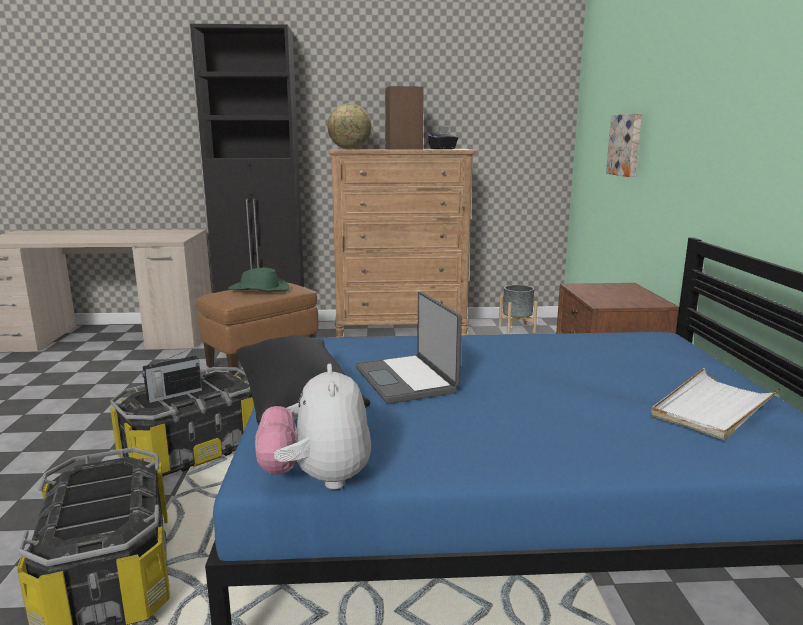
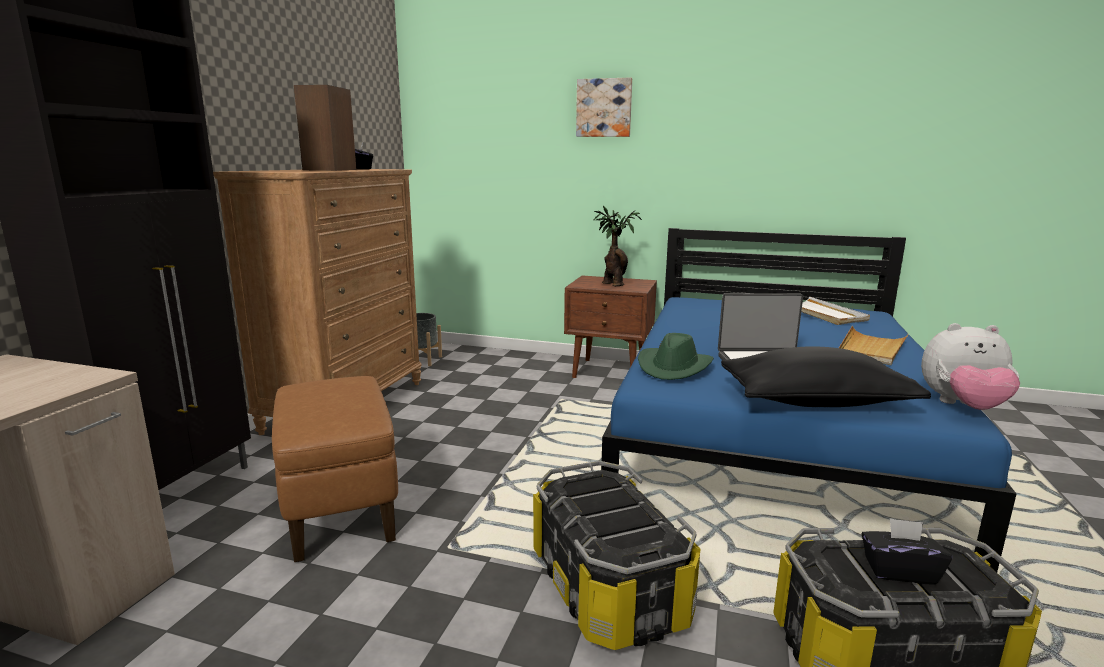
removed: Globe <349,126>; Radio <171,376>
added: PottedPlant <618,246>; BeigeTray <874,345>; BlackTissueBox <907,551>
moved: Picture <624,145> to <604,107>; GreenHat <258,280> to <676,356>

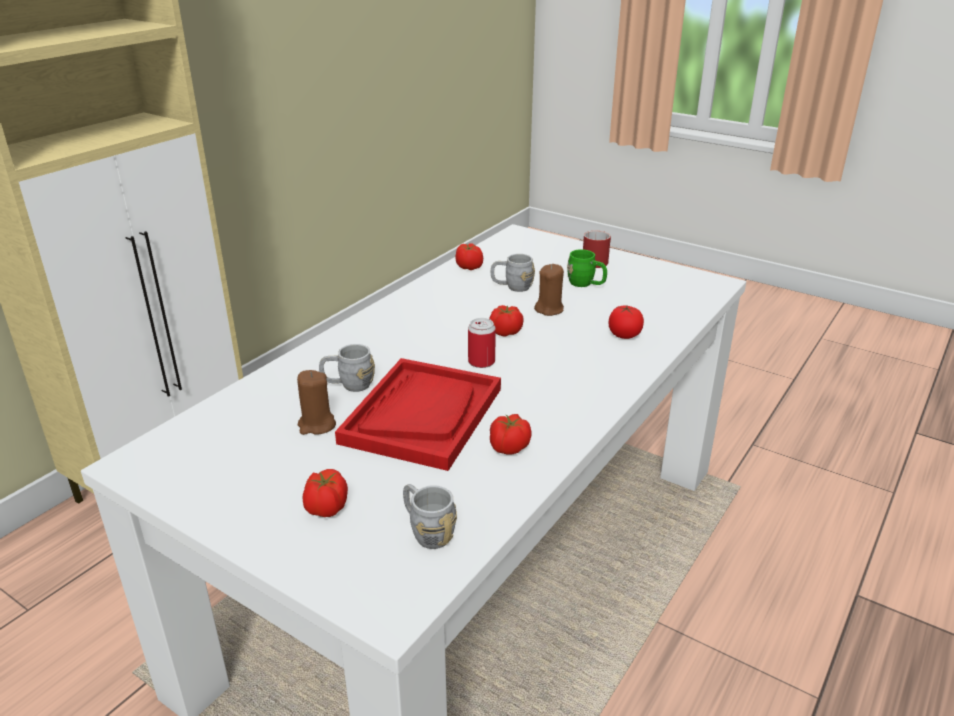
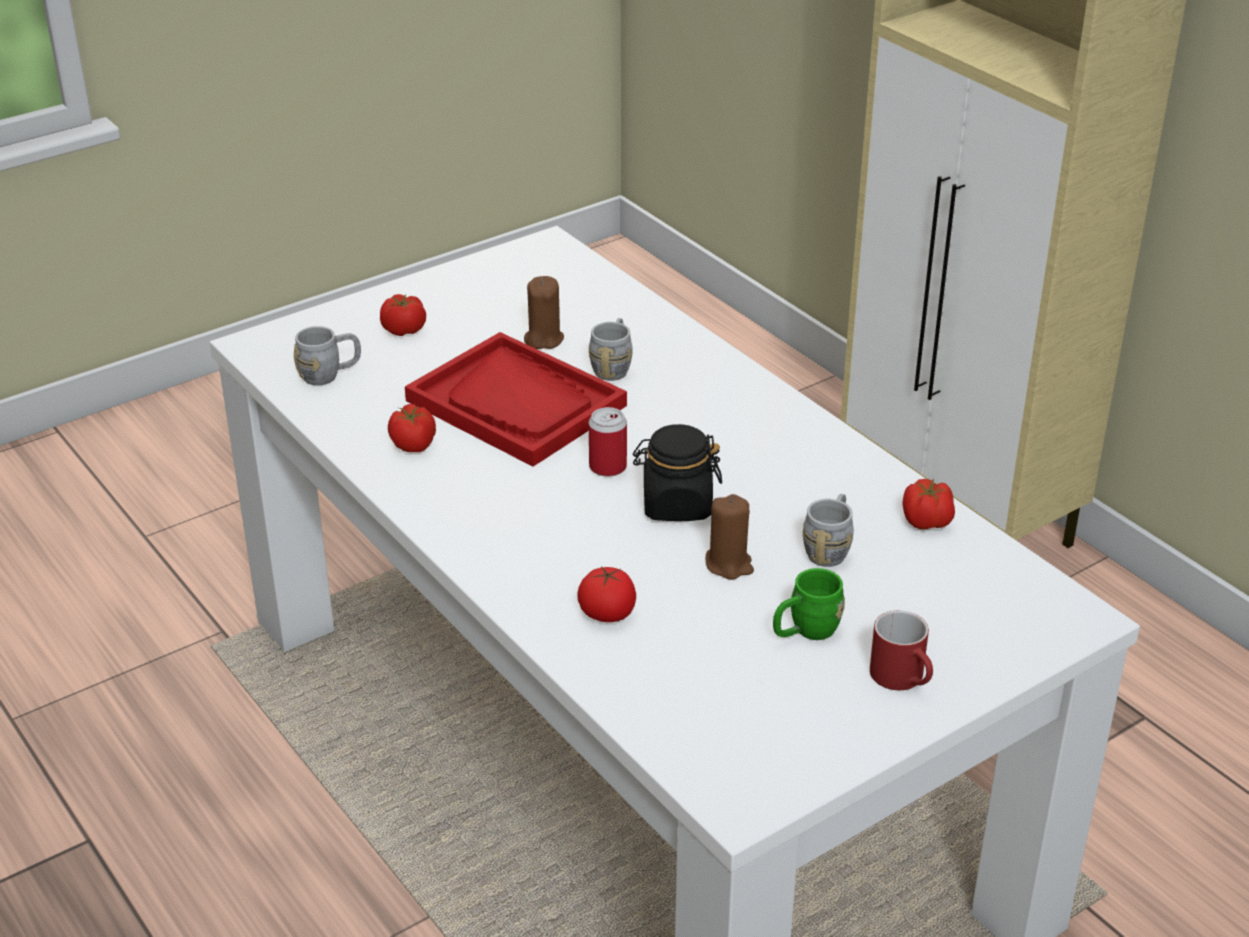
replaced: Tomato <506,321> to BlackJar <677,472>

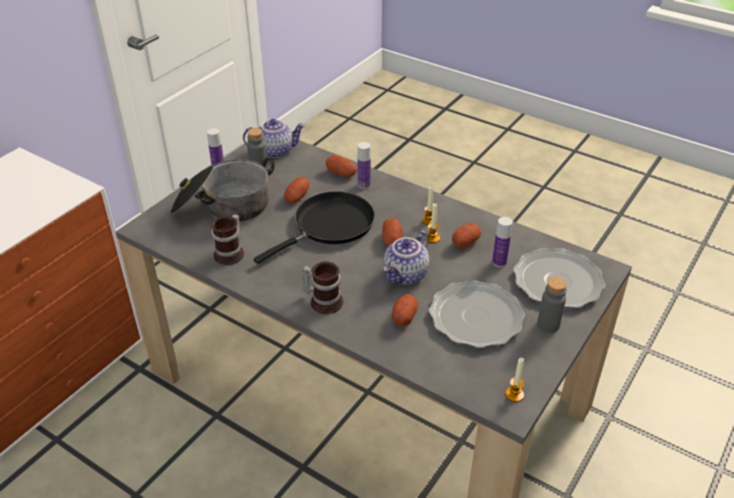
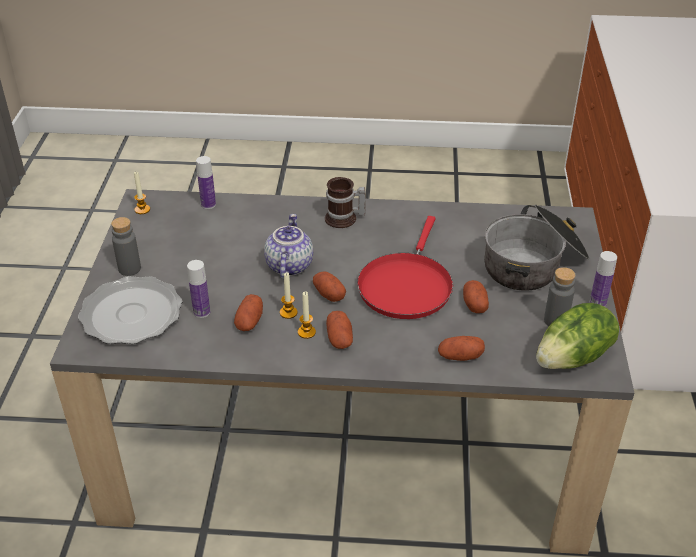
removed: Mug <227,239>; Plate <477,314>
moved: Bottle <364,165> to <206,182>; Potato <405,310> to <339,330>
replaced: Teapot <274,138> to Lettuce <577,336>
recoloured: BlackFryingPan <314,227> to RedFryingPan <405,267>

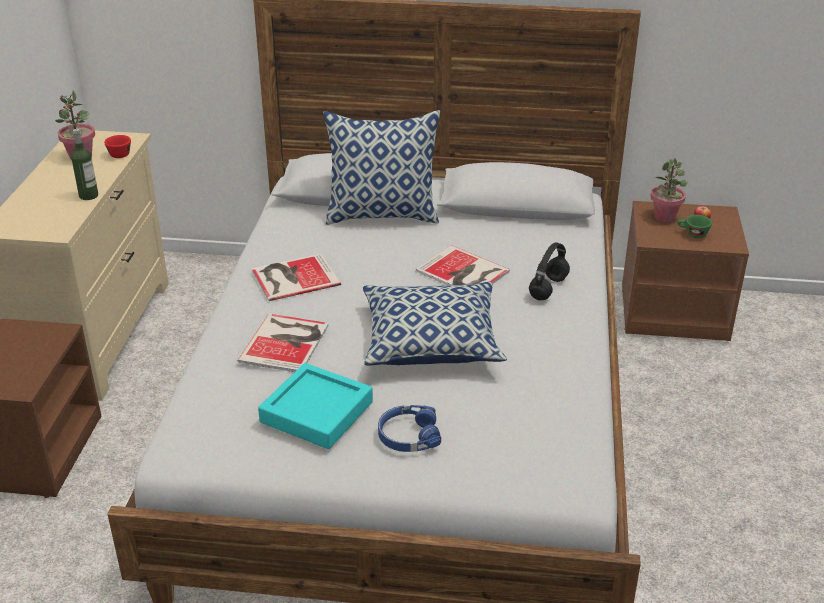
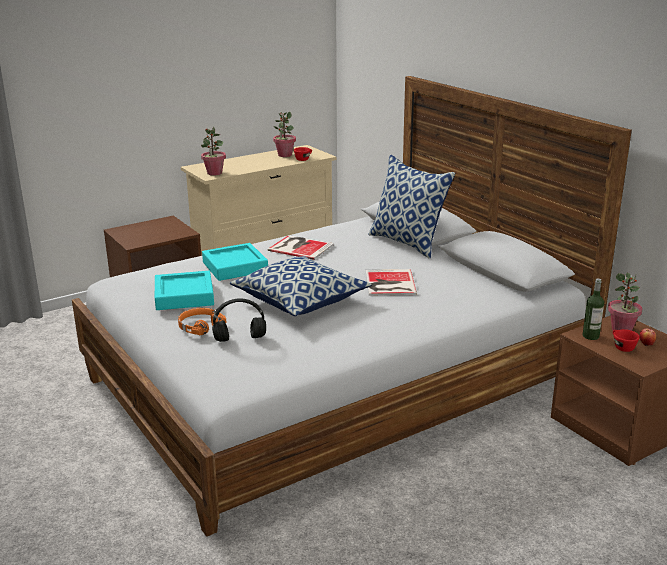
added: PottedPlant <213,151>
moved: Bottle <84,164> to <593,309>; BlackHeadphones <549,271> to <239,320>
replaced: Book <283,343> to TurquoiseTray <235,262>
recoloured: GreenCup <694,226> to RedCup <626,340>; BlueHeadphones <409,428> to OrangeHeadphones <202,321>

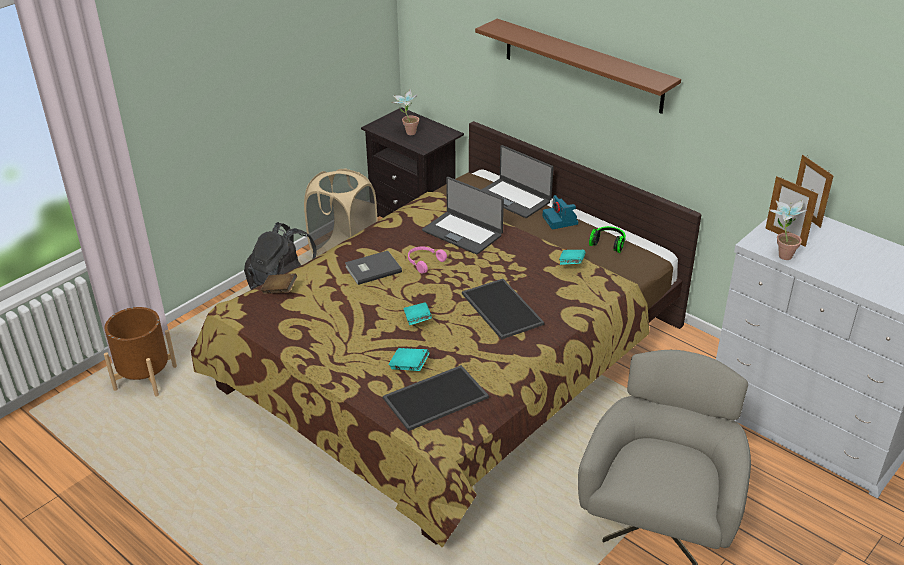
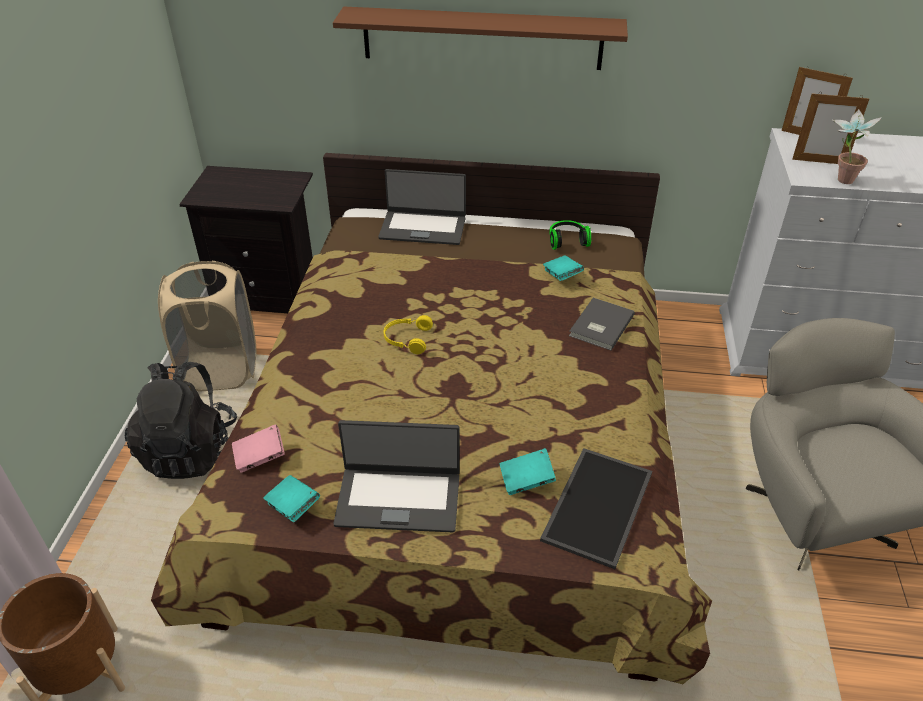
removed: PottedPlant <405,112>; PhotoCamera <560,212>; Tray <503,309>
moved: Laptop <463,216> to <396,476>; GreyBook <373,268> to <602,324>; TurquoiseBook <418,314> to <291,498>
recoloured: PinkHeadphones <427,260> to YellowHeadphones <408,334>; BrownBook <279,283> to PinkBook <258,448>

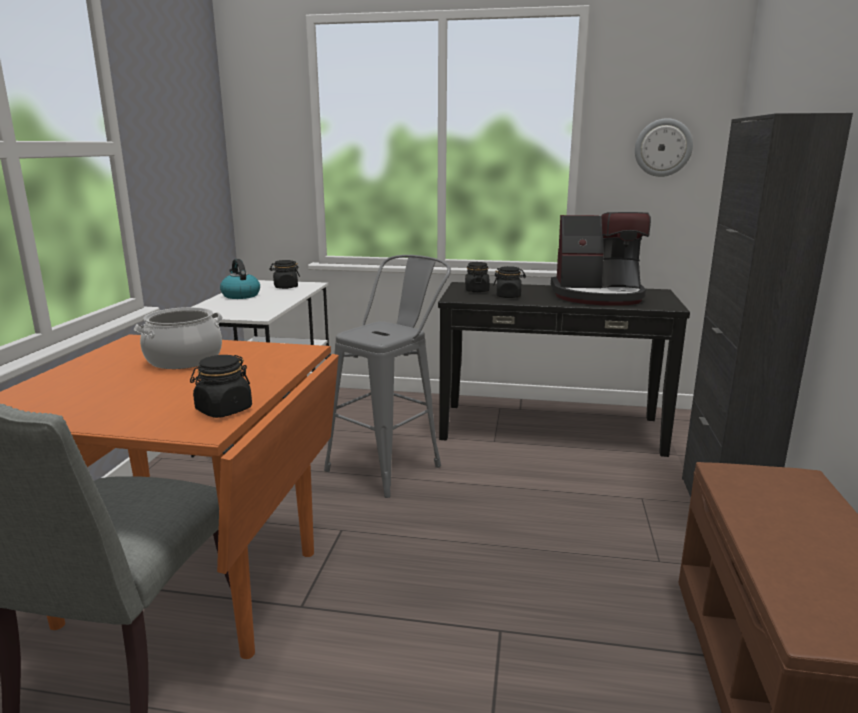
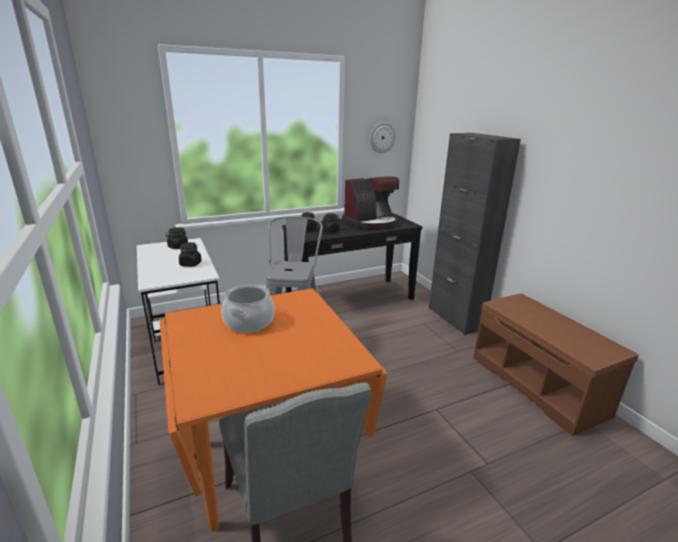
removed: Kettle <240,279>
moved: BlackJar <221,386> to <190,254>

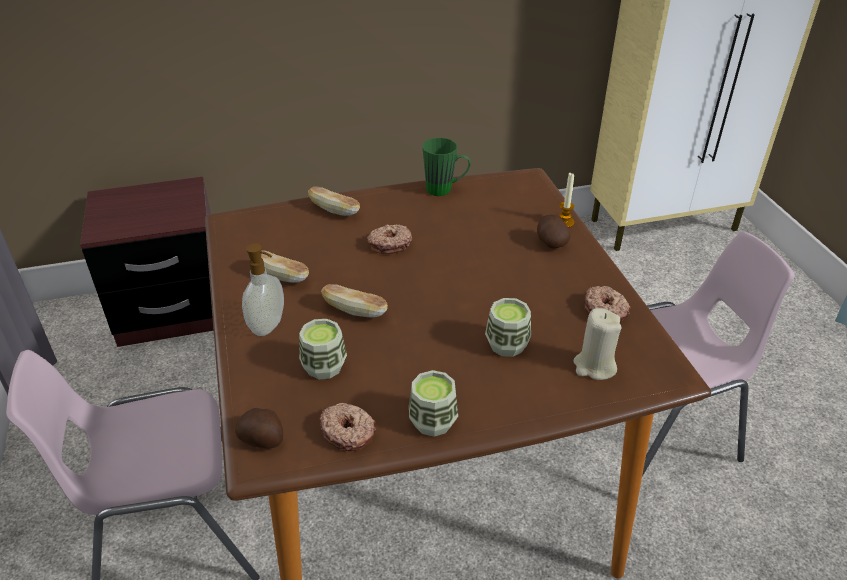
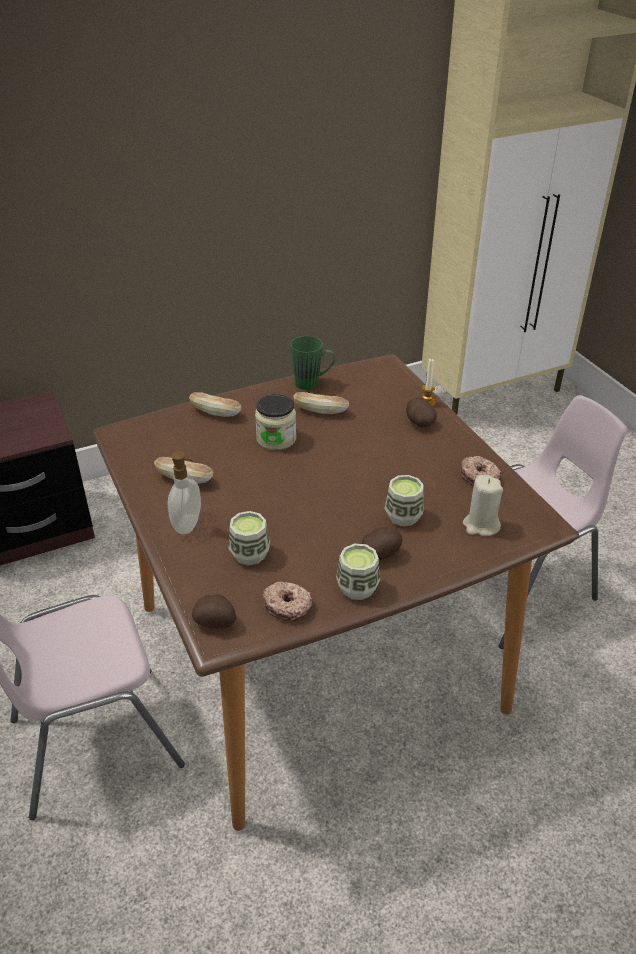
added: Potato <382,543>
moved: Bread <354,301> to <321,403>
replaced: Donut <389,239> to Jar <275,422>

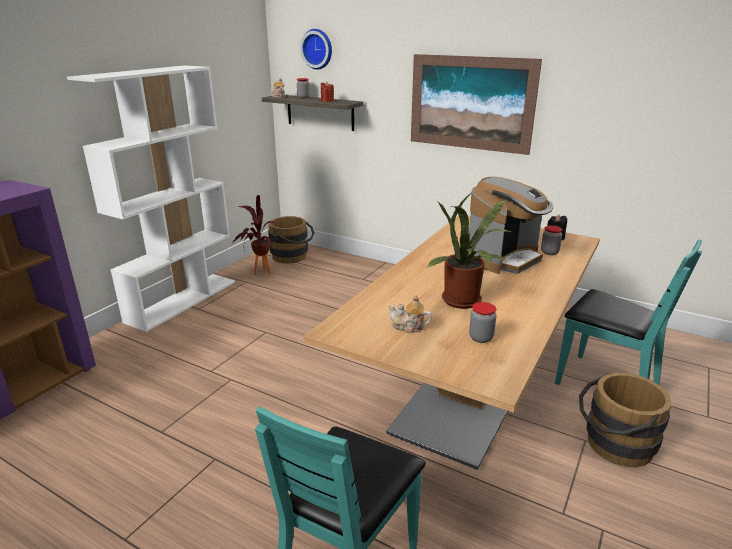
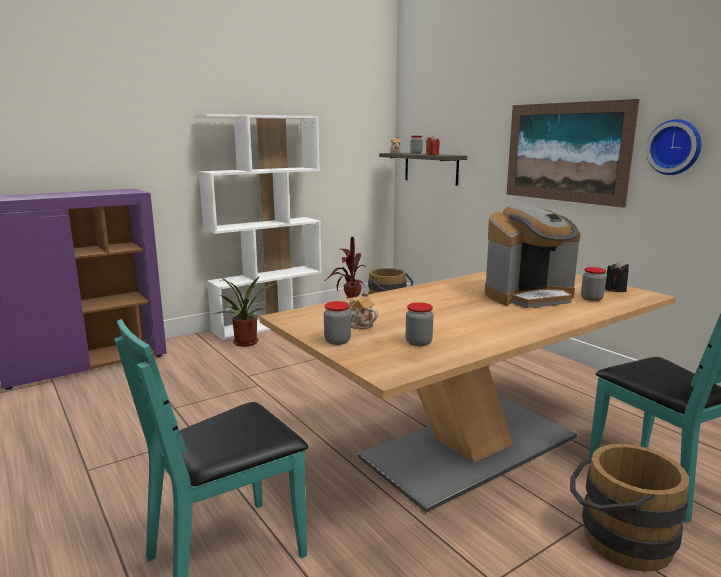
added: Jar <337,323>
moved: WallClock <316,49> to <674,147>; PottedPlant <469,250> to <245,311>

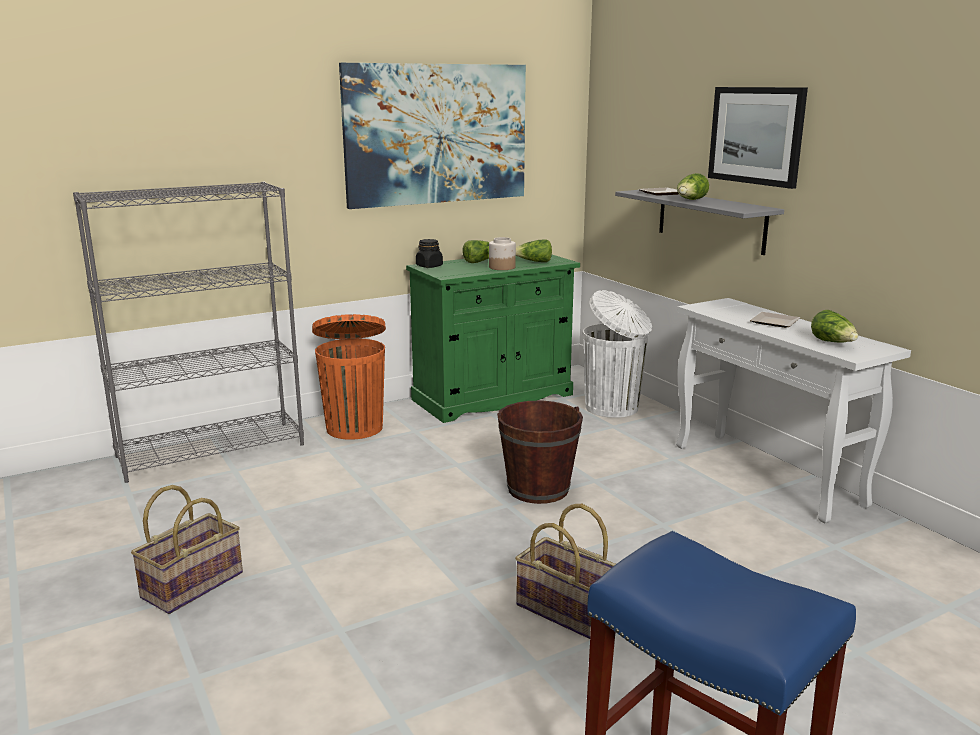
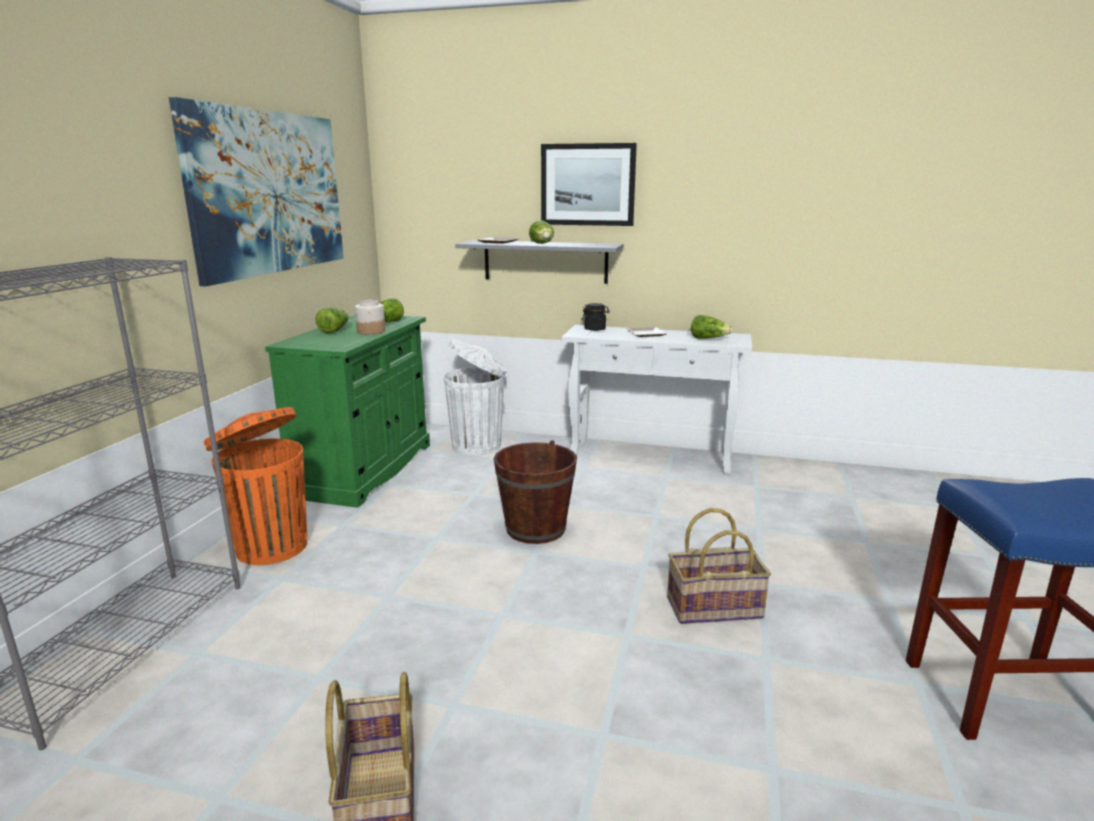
moved: BlackJar <429,253> to <596,317>

